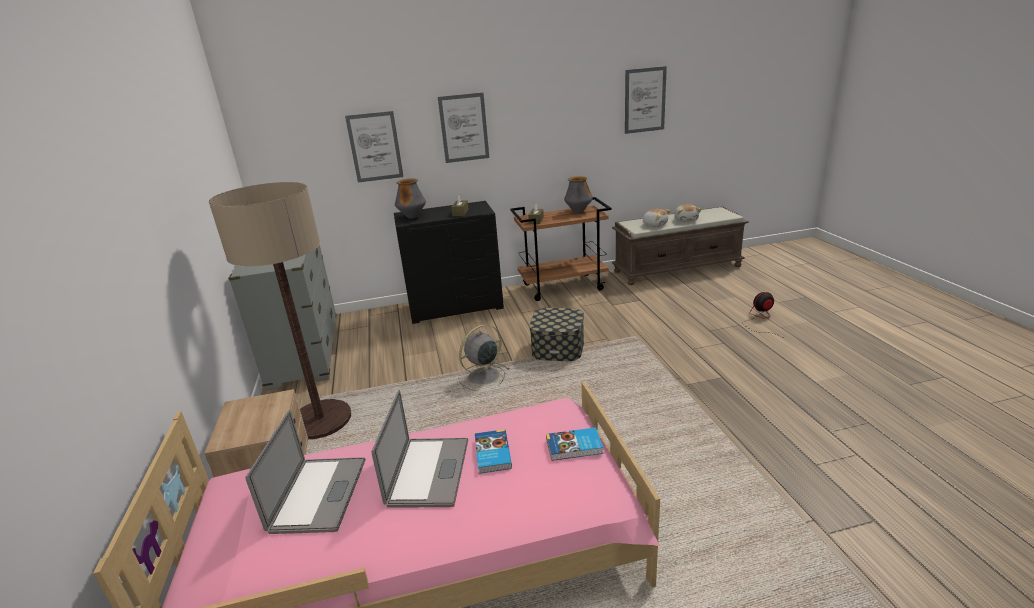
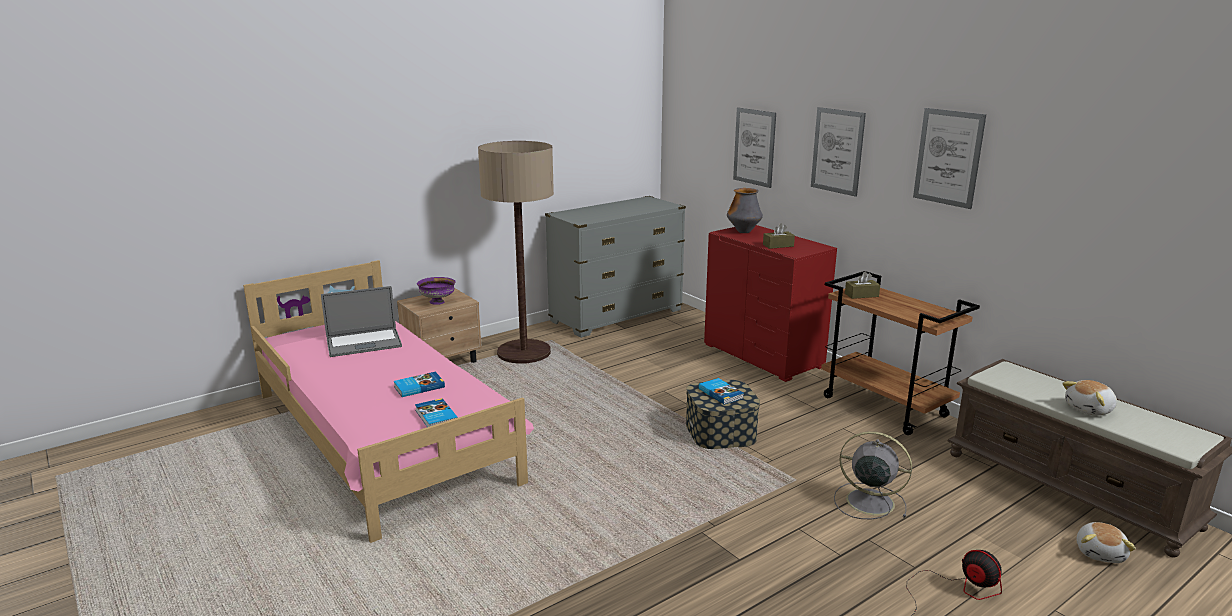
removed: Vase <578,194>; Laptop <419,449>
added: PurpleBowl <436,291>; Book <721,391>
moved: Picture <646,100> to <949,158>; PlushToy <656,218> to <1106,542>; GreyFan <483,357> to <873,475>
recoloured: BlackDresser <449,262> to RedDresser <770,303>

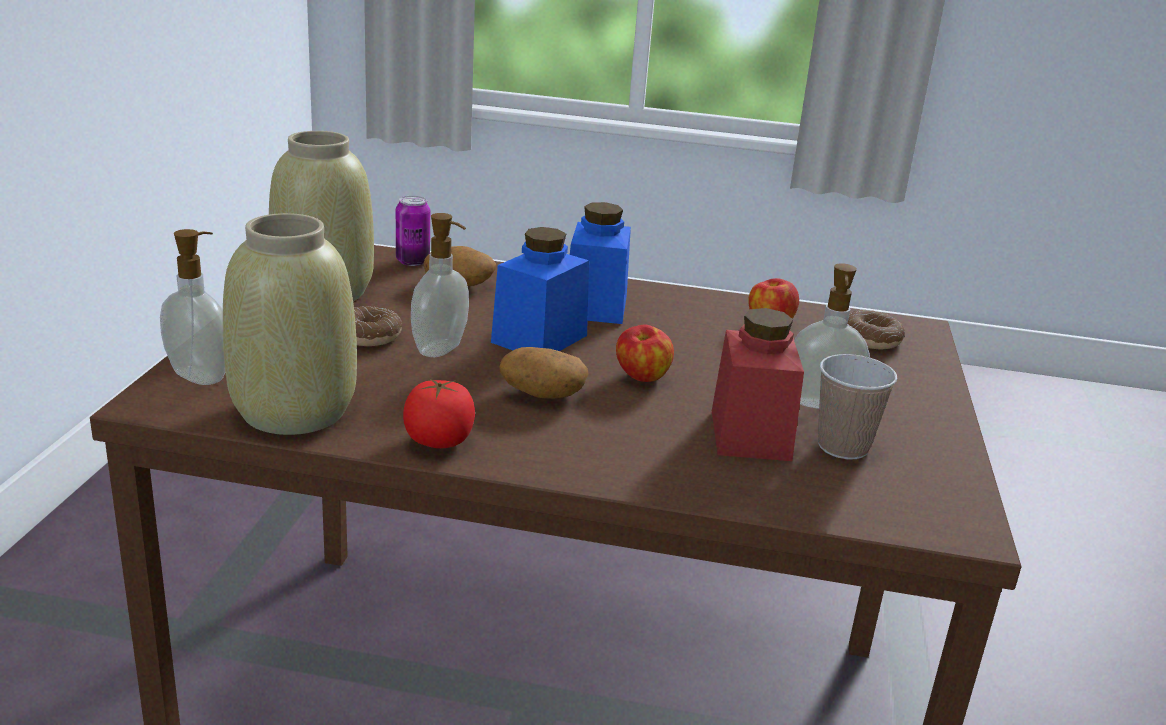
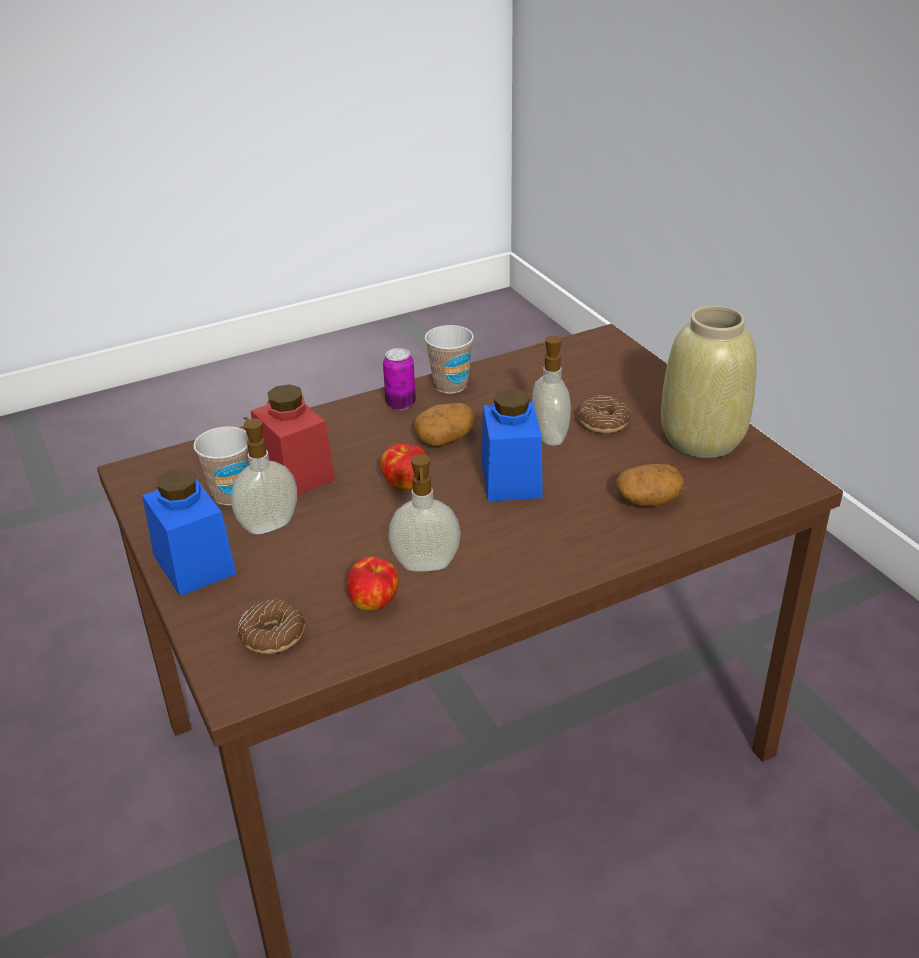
removed: BeigeVase <290,324>
moved: Can <413,231> to <399,379>; BlueJar <600,263> to <189,532>; SoapDispenser <192,307> to <424,513>
replaced: Tomato <439,413> to Cup <449,359>

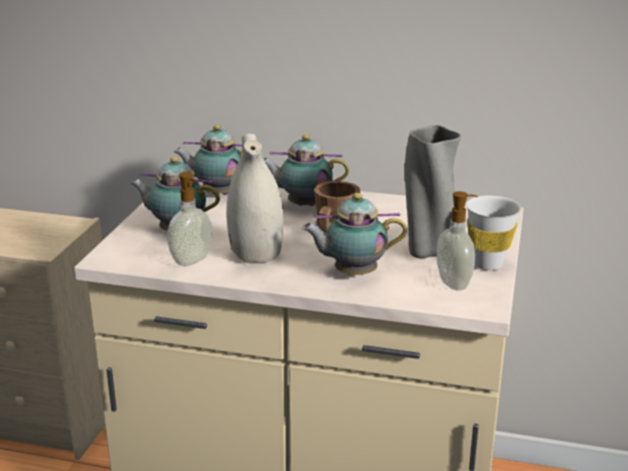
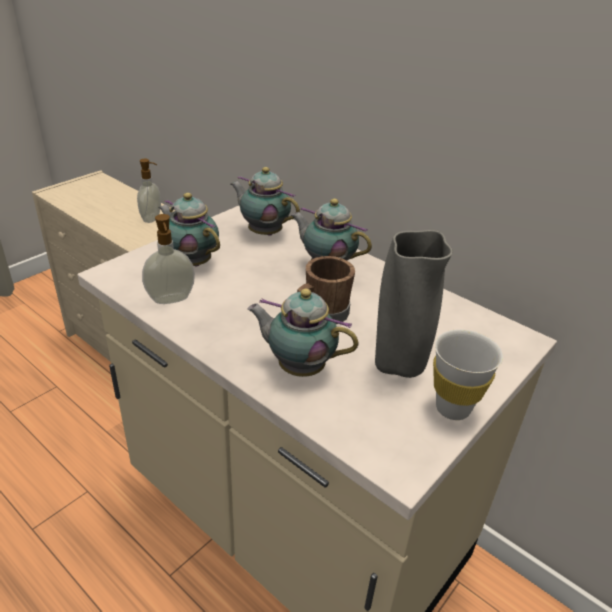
removed: WhiteVase <254,198>
moved: SoapDispenser <457,240> to <149,191>

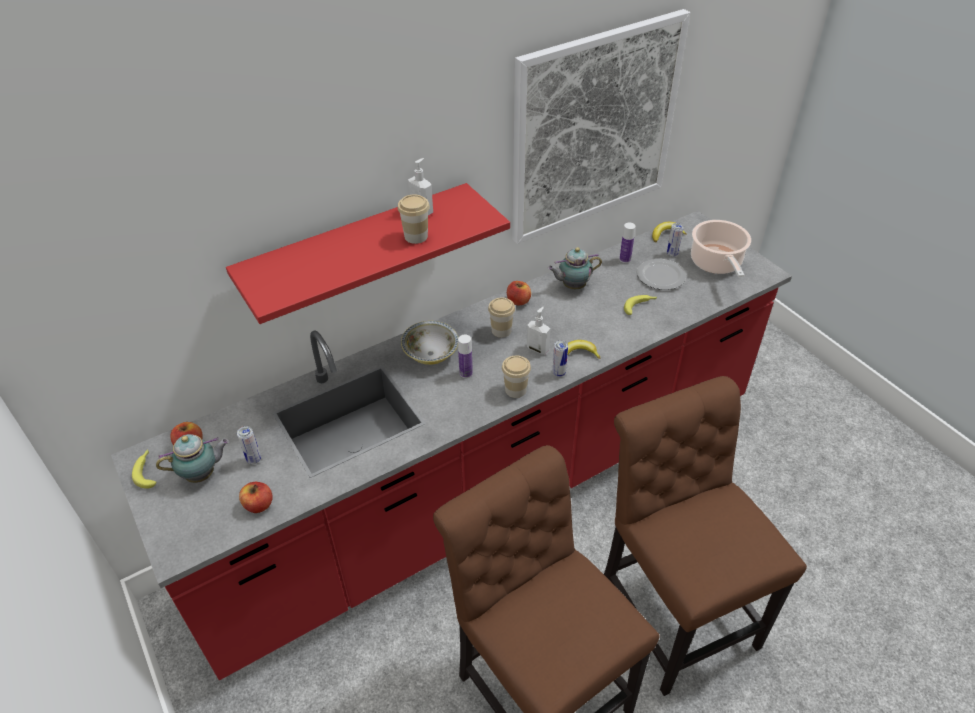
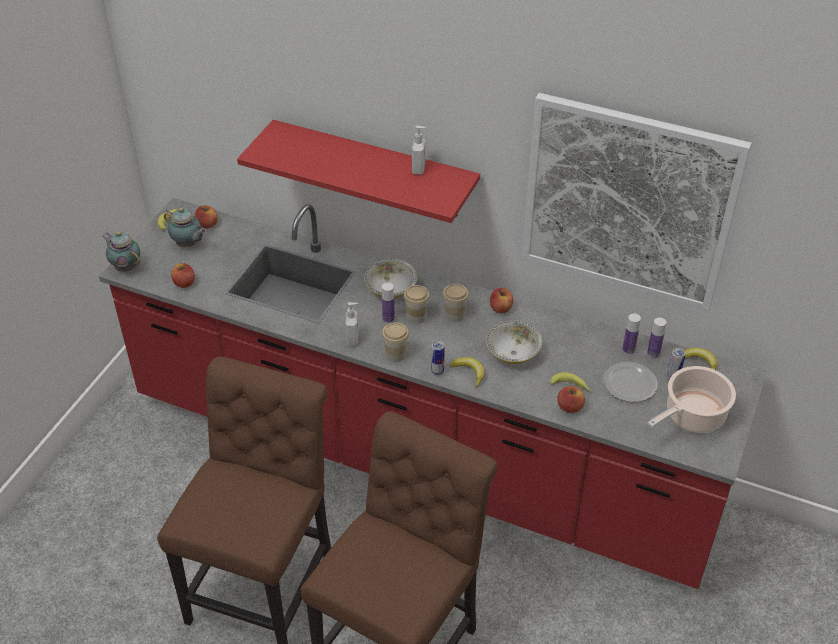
removed: Can <249,445>
added: Bottle <656,338>; Bowl <514,342>; Apple <571,399>
moved: Cup <414,219> to <417,304>; Teapot <575,268> to <121,251>; SoapDispenser <538,330> to <351,324>

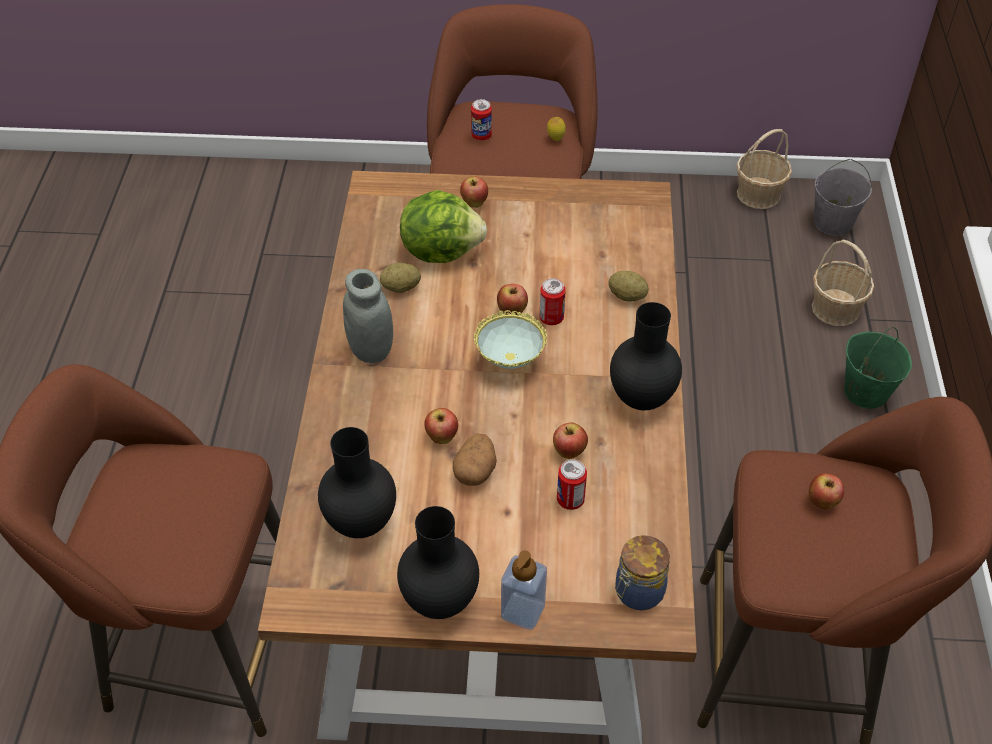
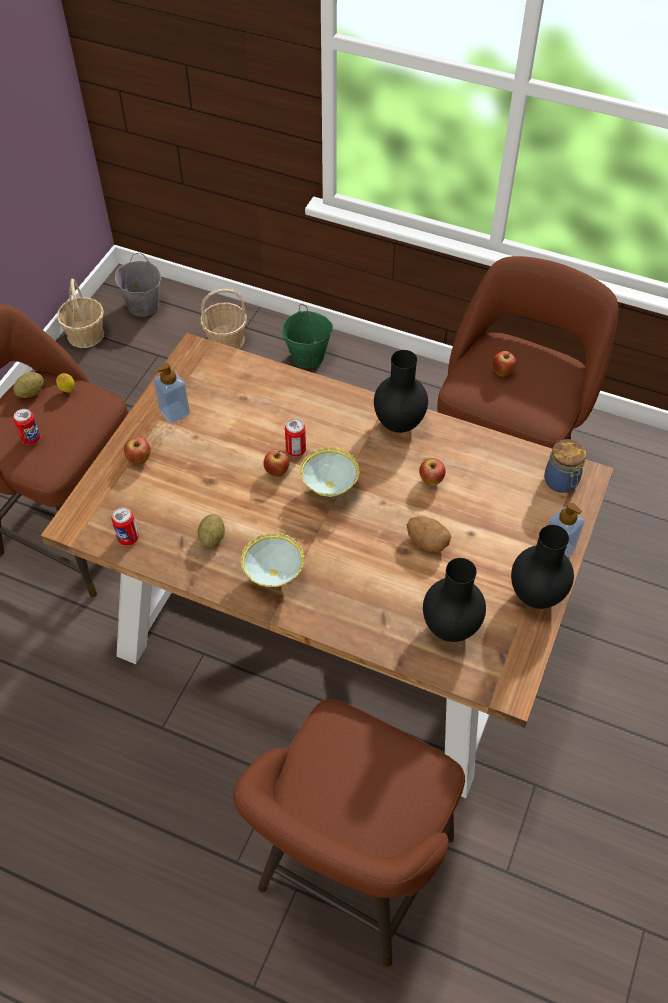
removed: Lettuce <443,226>; Apple <441,426>
added: SoapDispenser <172,393>
moved: Potato <628,286> to <28,385>; Can <572,484> to <125,526>
replaced: GreyJar <368,316> to Bowl <273,560>

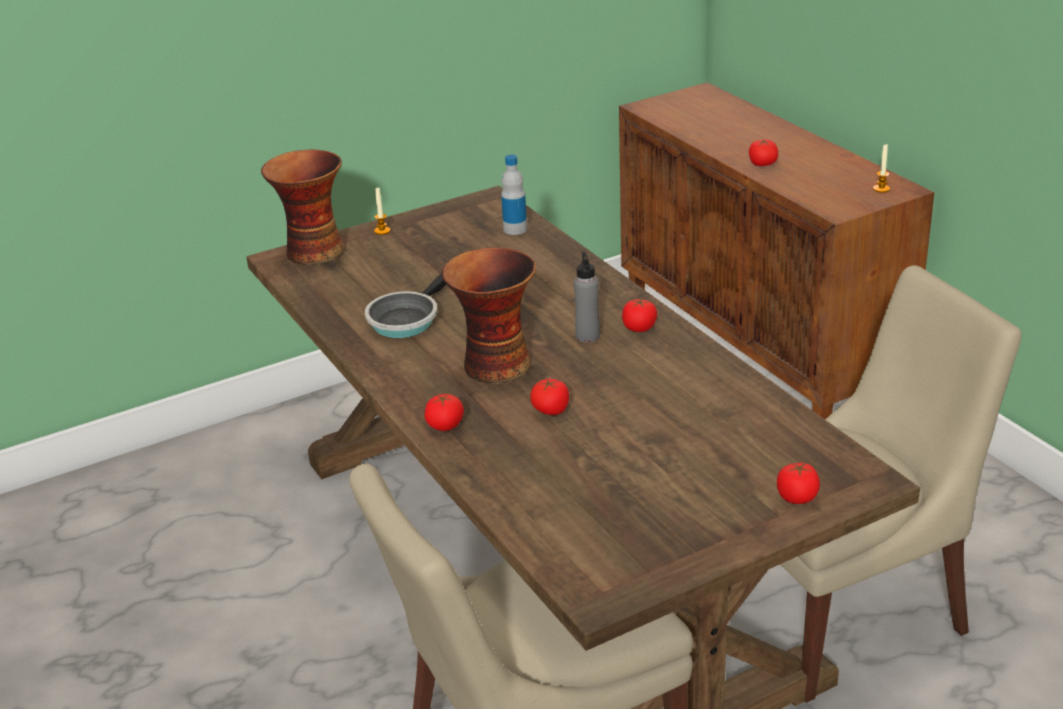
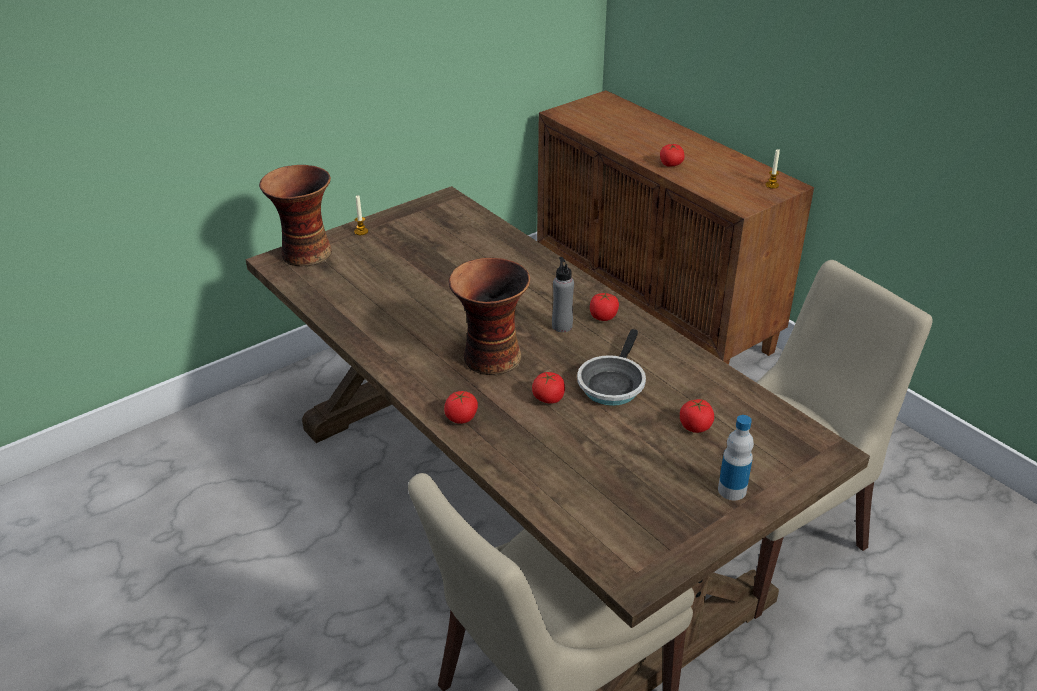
moved: Bottle <514,195> to <736,458>; FryingPan <405,305> to <611,367>; Tomato <798,483> to <697,416>

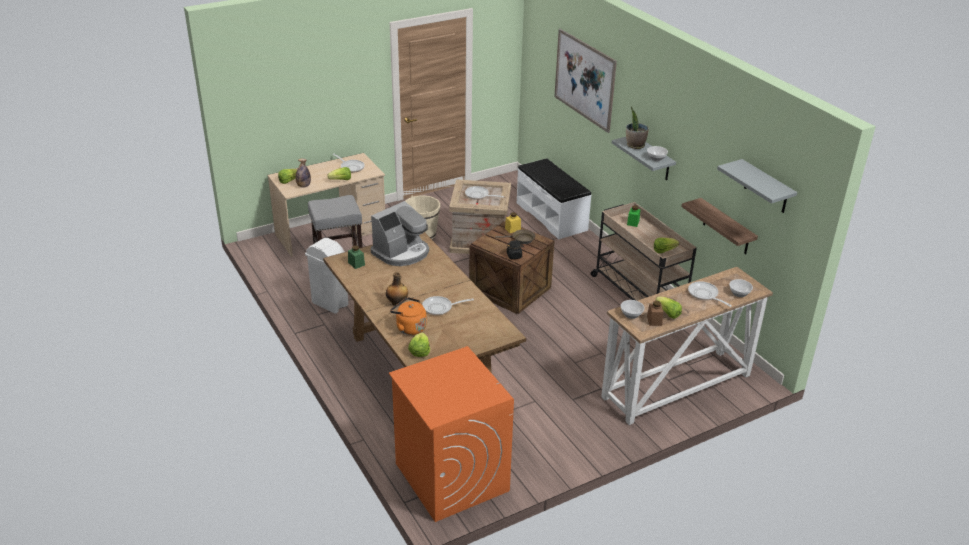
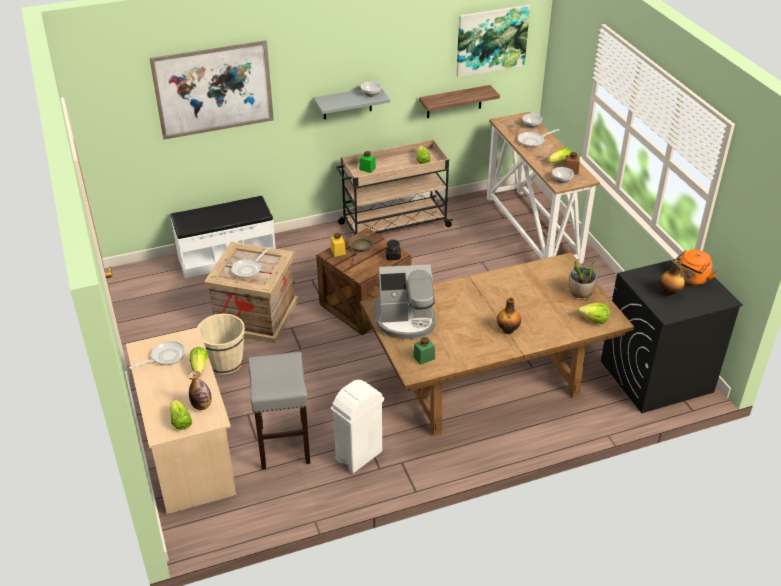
removed: FryingPan <448,305>
added: Bottle <672,278>
moved: PottedPlant <637,127> to <583,280>; OrangeKettle <408,316> to <696,267>
replaced: GreyShelf <757,186> to Picture <493,41>
recoloured: OrangeWashingMachine <451,434> to BlackWashingMachine <672,335>
turned: CoffeeMachine <400,233> = <405,301> 120 degrees clockwise

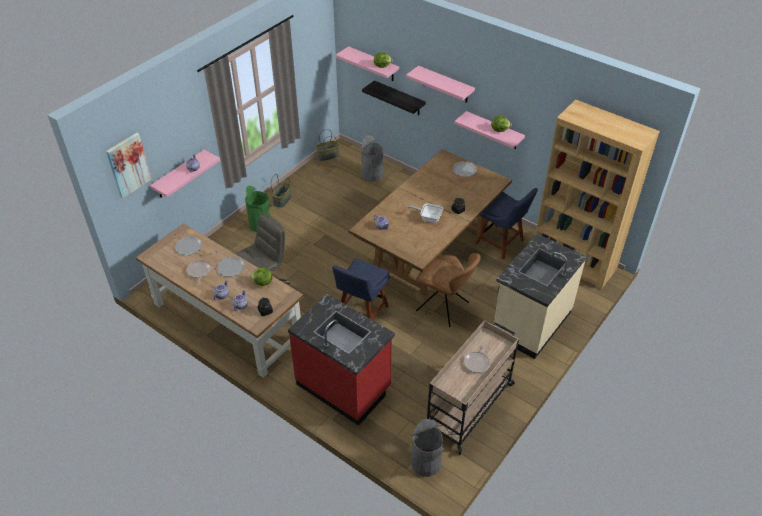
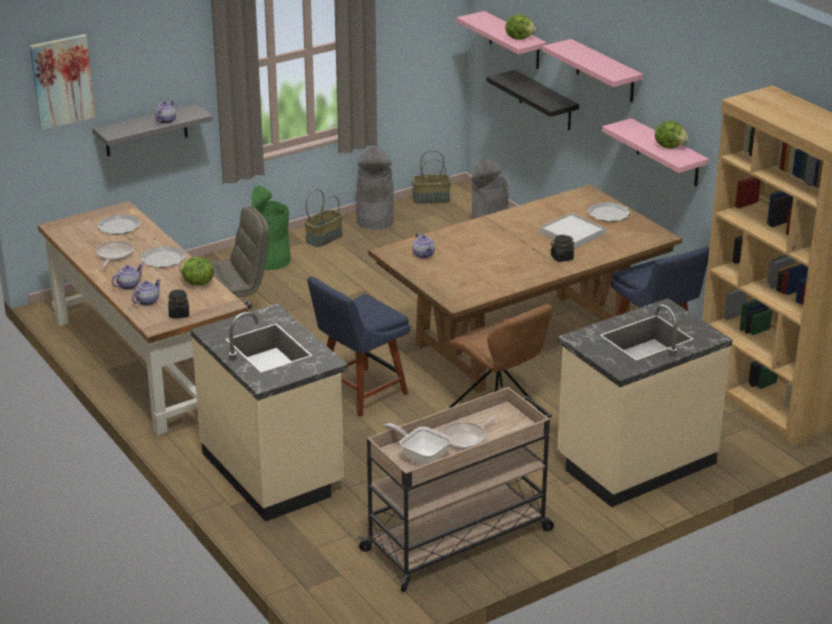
added: WhiteTray <573,231>
moved: FryingPan <425,213> to <417,444>; GreyTrashCan <427,448> to <375,188>
recoloured: PinkShelf <185,174> to GreyShelf <152,130>; RedCounter <341,360> to BeigeCounter <269,412>

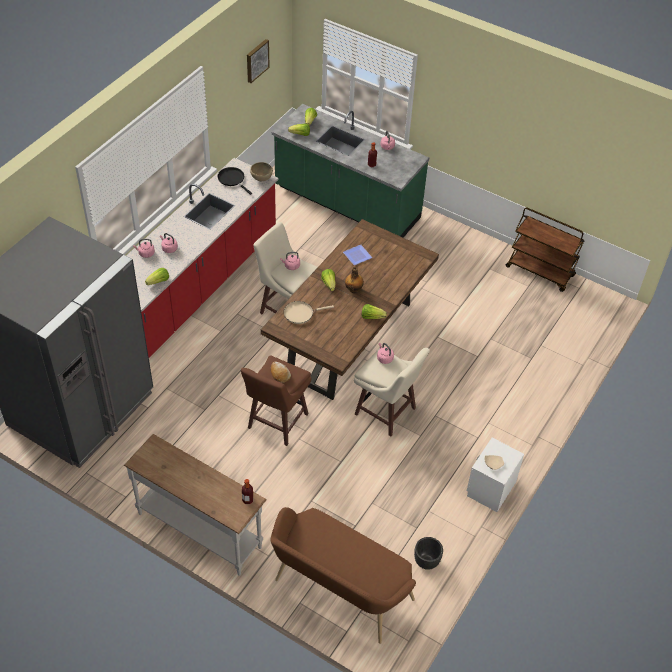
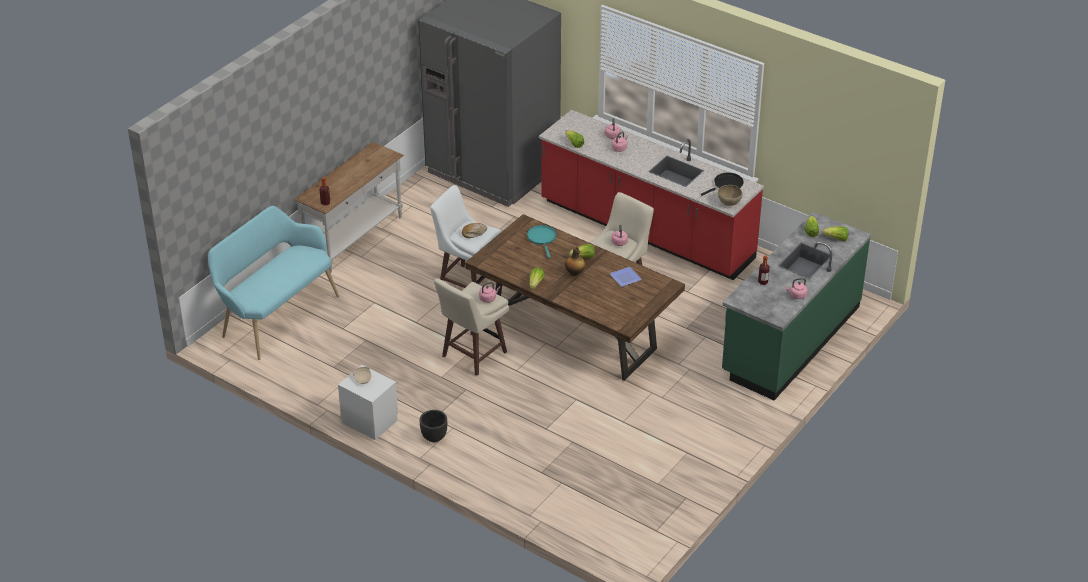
removed: Picture <258,61>; BrownCart <545,249>
moved: BlackPlanter <428,553> to <433,426>
recoloured: BeigeFryingPan <309,312> to TurquoiseFryingPan <542,241>; BrownStool <276,400> to WhiteStool <465,236>; BrownBench <343,575> to TurquoiseBench <273,283>

